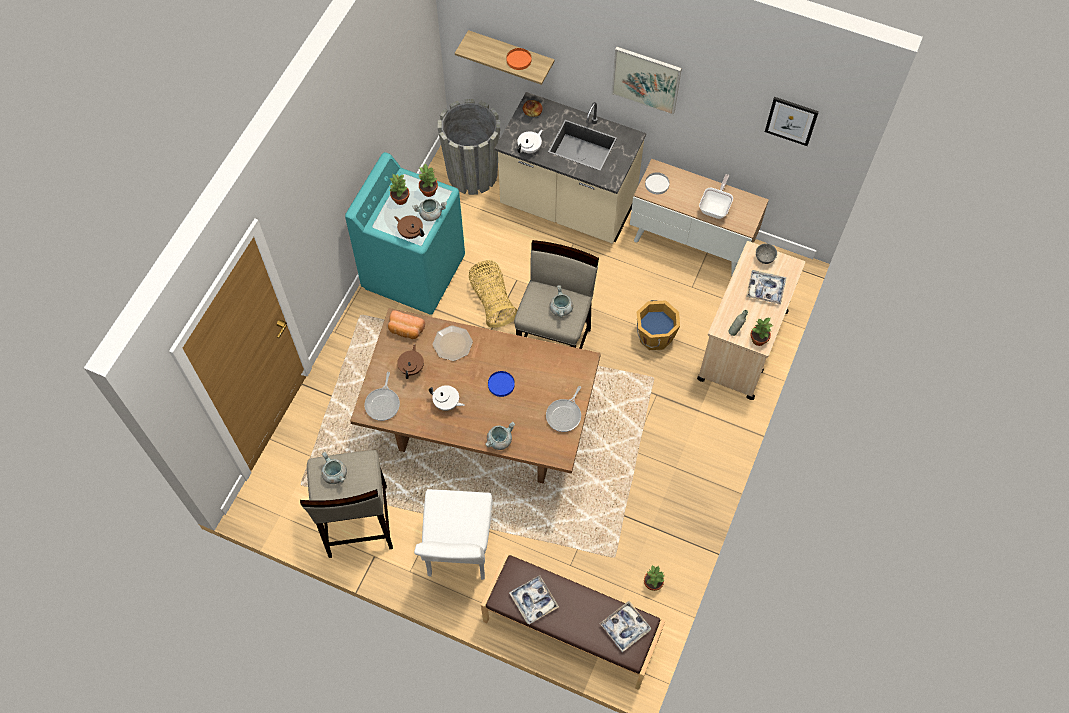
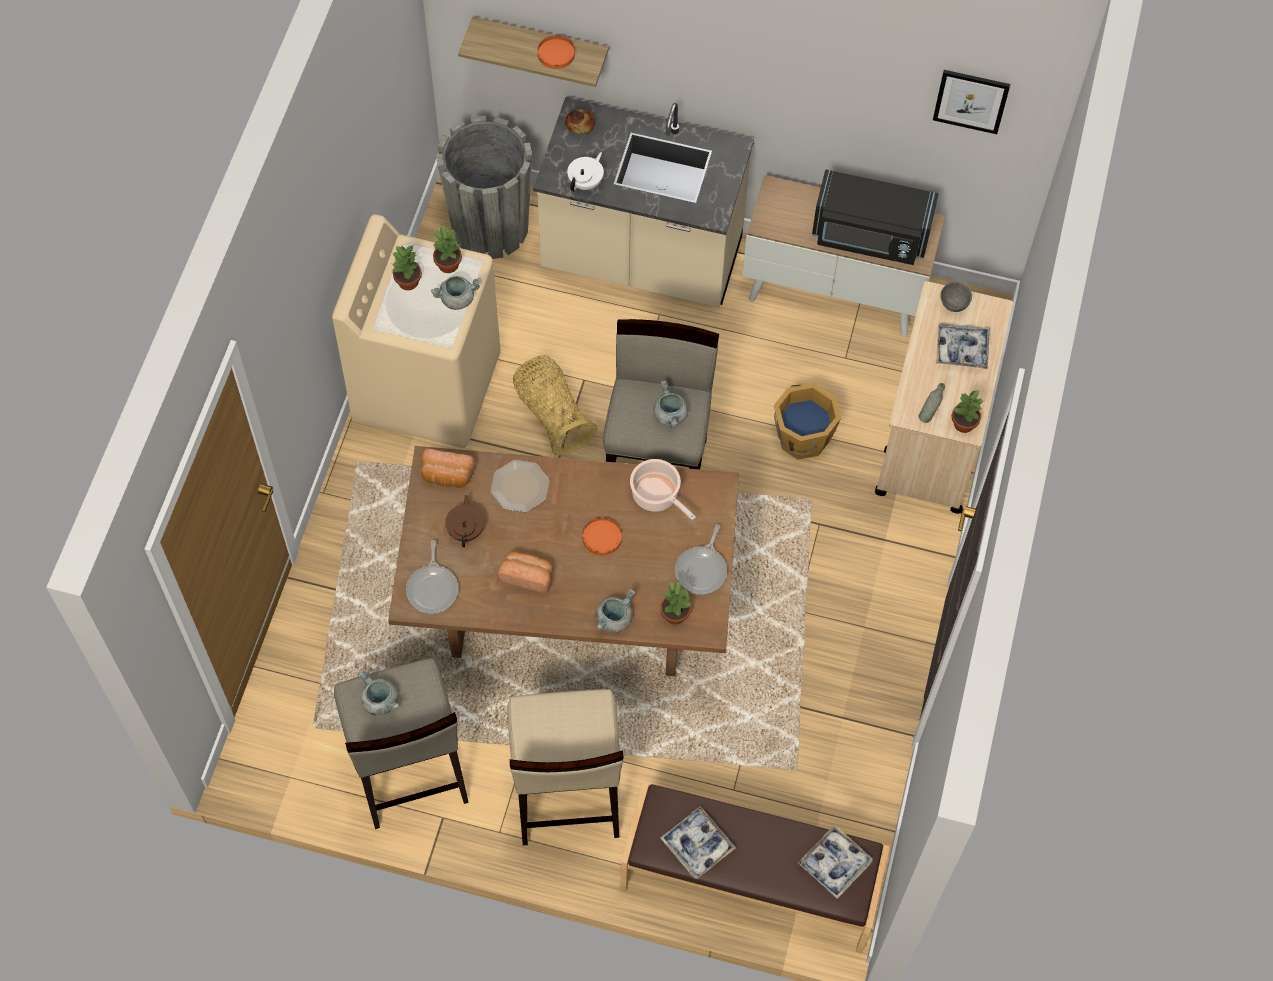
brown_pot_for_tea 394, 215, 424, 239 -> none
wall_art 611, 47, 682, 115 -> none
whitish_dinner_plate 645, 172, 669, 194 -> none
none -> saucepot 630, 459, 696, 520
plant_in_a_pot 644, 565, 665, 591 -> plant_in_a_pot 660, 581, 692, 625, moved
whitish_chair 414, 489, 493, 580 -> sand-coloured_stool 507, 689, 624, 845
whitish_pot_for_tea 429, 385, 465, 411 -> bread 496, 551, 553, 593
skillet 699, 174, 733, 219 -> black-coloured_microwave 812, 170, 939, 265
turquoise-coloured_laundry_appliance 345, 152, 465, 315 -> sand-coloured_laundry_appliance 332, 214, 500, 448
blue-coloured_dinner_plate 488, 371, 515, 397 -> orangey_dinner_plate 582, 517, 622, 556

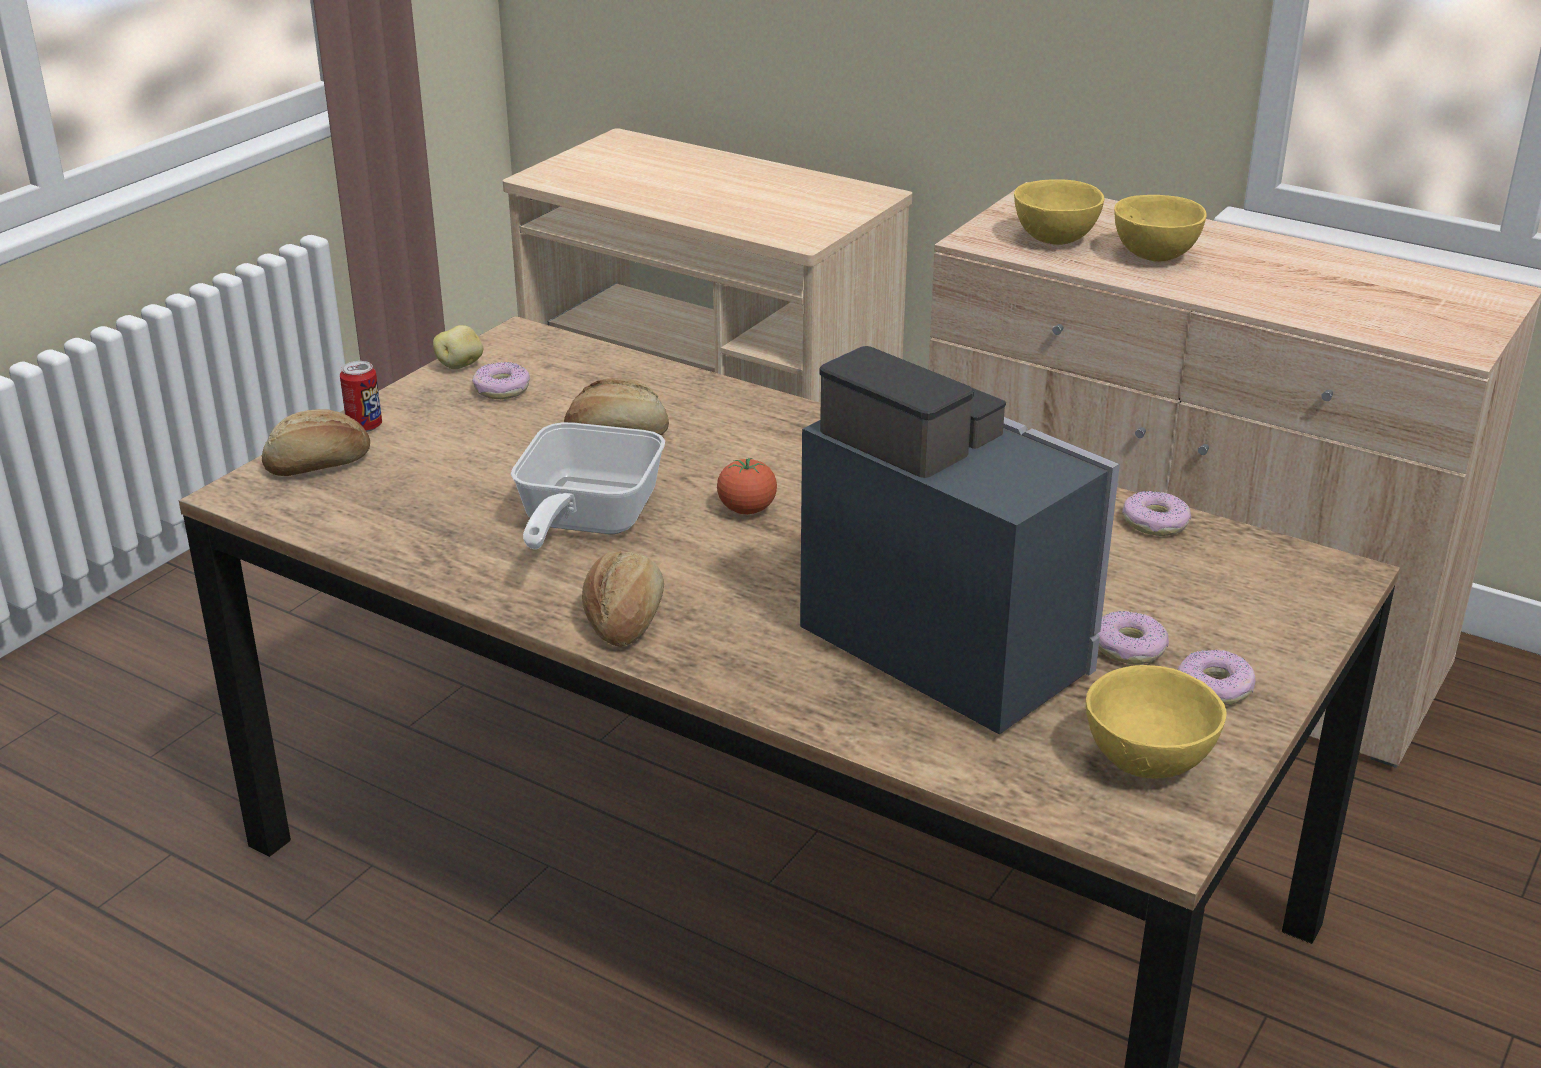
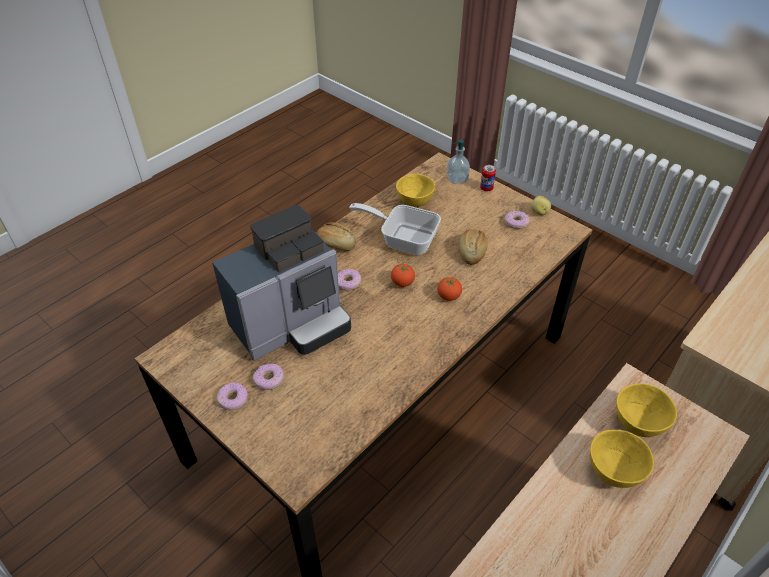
none -> whole_tomato 437, 277, 462, 301
yellowish_deep_dish 1085, 665, 1227, 779 -> yellowish_deep_dish 396, 174, 435, 207, moved
ring_doughnut 1122, 491, 1191, 536 -> ring_doughnut 338, 269, 361, 291, moved
bread 262, 409, 370, 476 -> soap_dispenser 447, 139, 470, 184

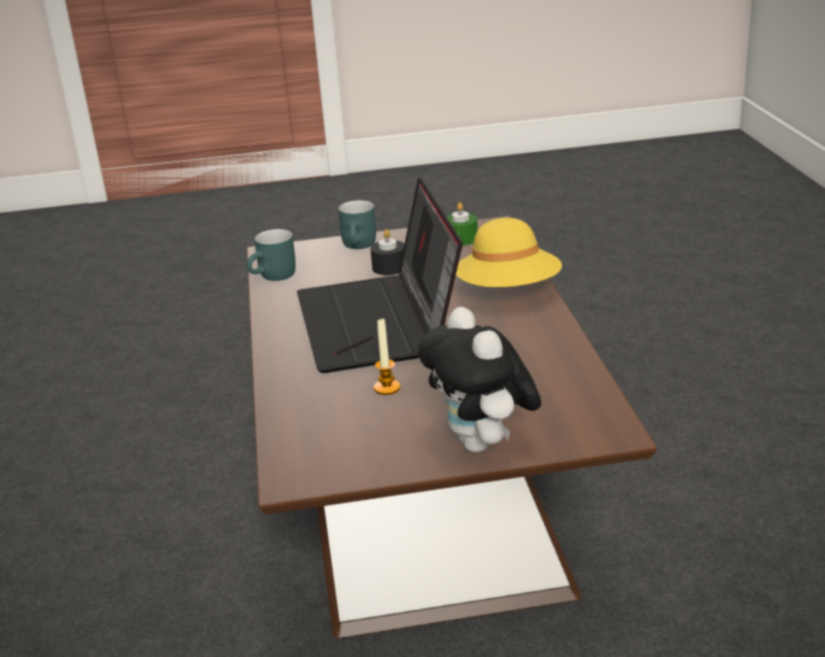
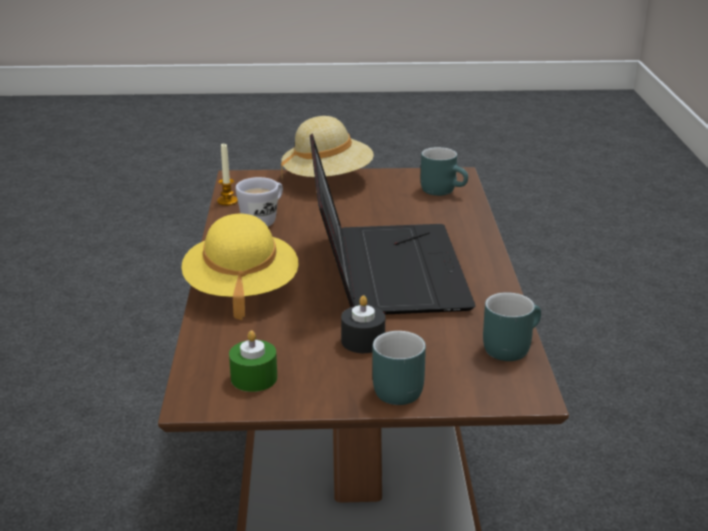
none -> whitish_mug 235, 177, 283, 227
none -> turquoise-coloured_mug 421, 147, 468, 196
wax_light 374, 319, 400, 395 -> wax_light 217, 144, 238, 206, moved
cuddly_toy 418, 307, 541, 453 -> sand-coloured_clothing_hat 281, 116, 374, 177

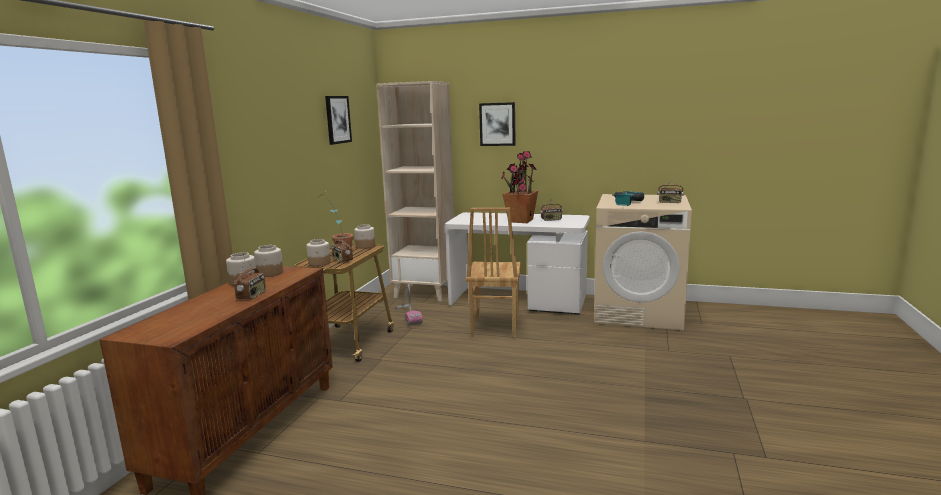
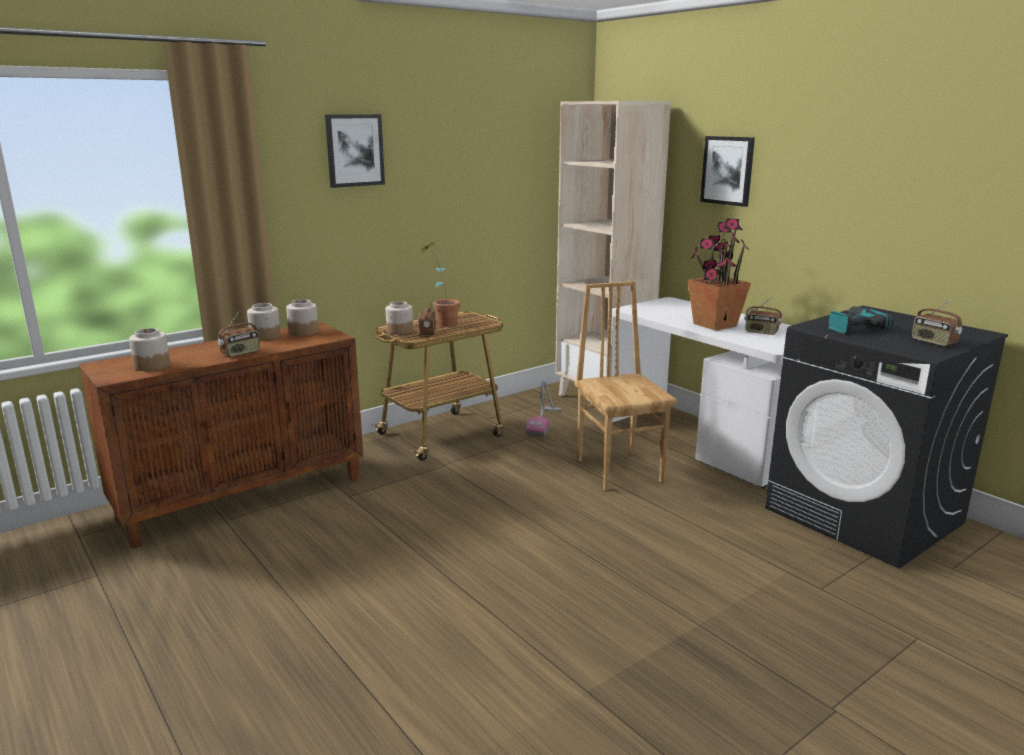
wall_art 325, 96, 352, 145 -> wall_art 325, 114, 385, 188, moved
storage_jar 354, 224, 375, 249 -> storage_jar 129, 328, 170, 371, moved
sand-coloured_laundry_appliance 594, 194, 692, 330 -> black-coloured_laundry_appliance 765, 306, 1008, 568
brown_chair 466, 208, 521, 338 -> brown_chair 575, 281, 677, 491, 120 degrees clockwise

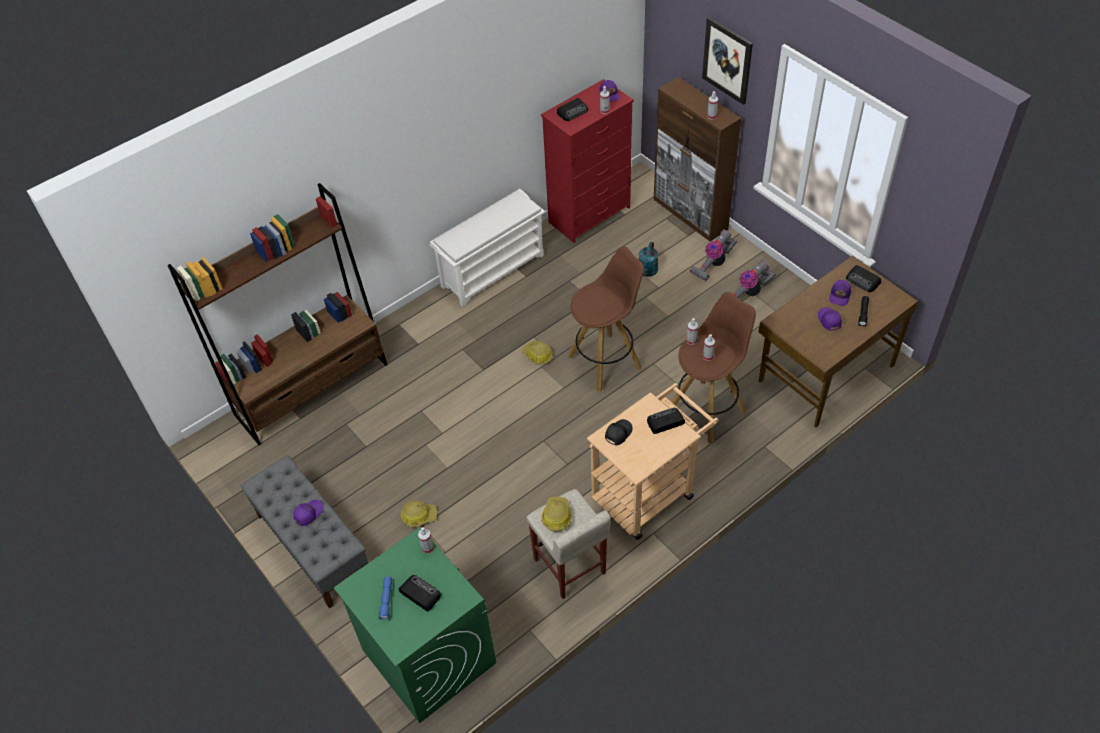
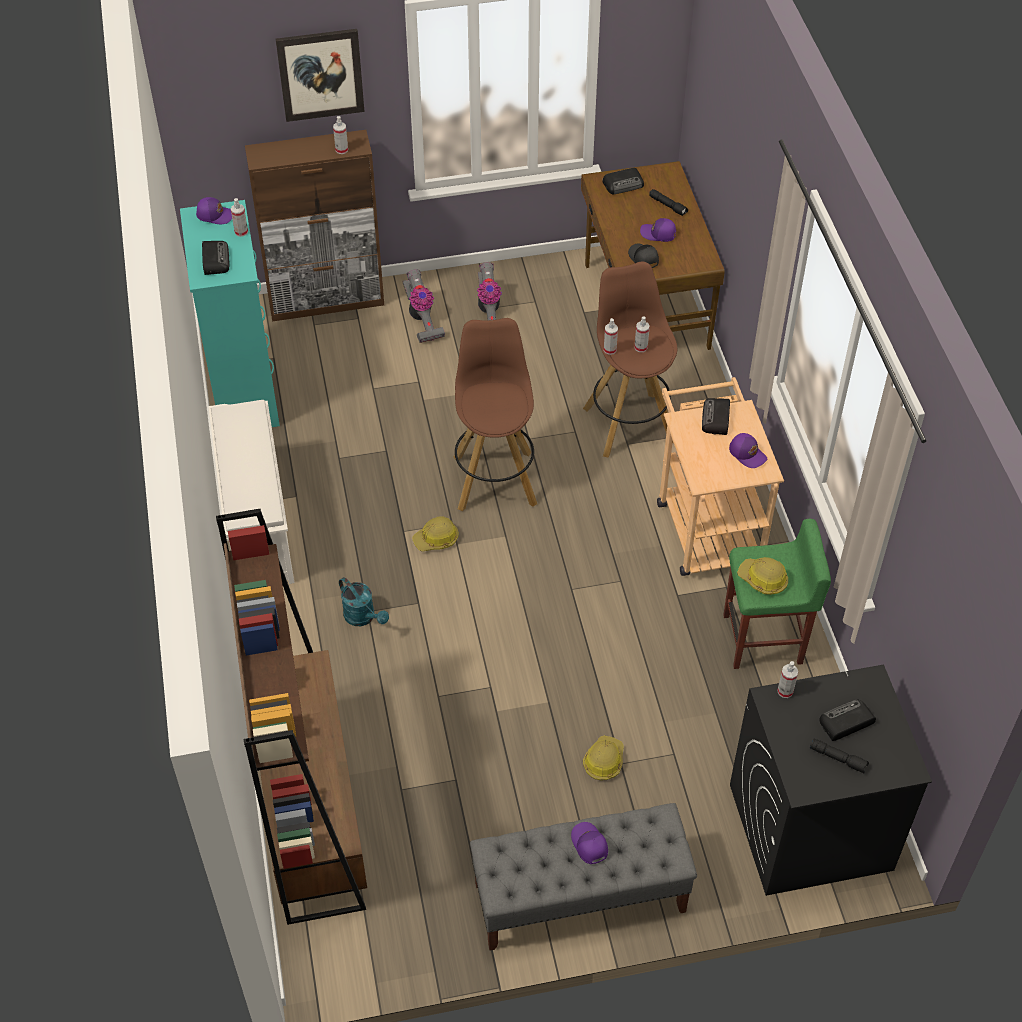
black-coloured_peaked_cap 605, 419, 633, 445 -> black-coloured_peaked_cap 628, 244, 659, 268, moved
turquoise-coloured_watering_can 639, 242, 658, 277 -> turquoise-coloured_watering_can 339, 577, 389, 626, moved
purple_peaked_cap 830, 280, 851, 306 -> purple_peaked_cap 729, 433, 767, 468, moved
green-coloured_laundry_appliance 334, 527, 496, 723 -> black-coloured_laundry_appliance 730, 664, 932, 896
blue-coloured_torch 379, 576, 392, 620 -> black-coloured_torch 810, 738, 869, 773
sand-coloured_stool 526, 489, 611, 599 -> green-coloured_stool 723, 519, 831, 669
reddish_dresser 541, 79, 634, 243 -> turquoise-coloured_dresser 180, 200, 280, 427

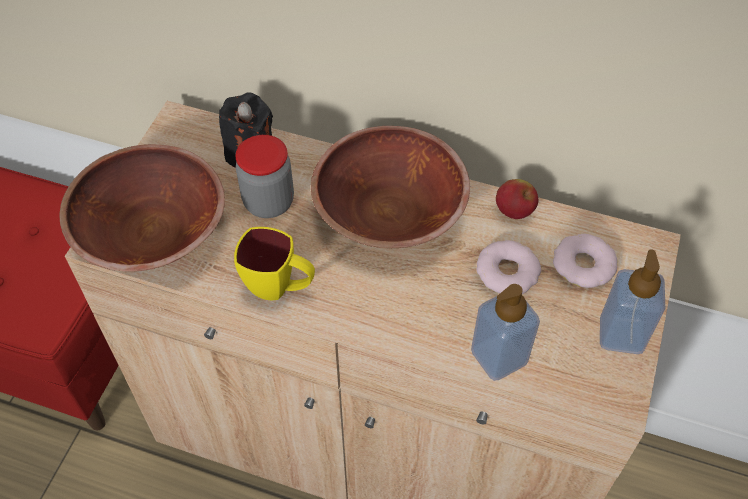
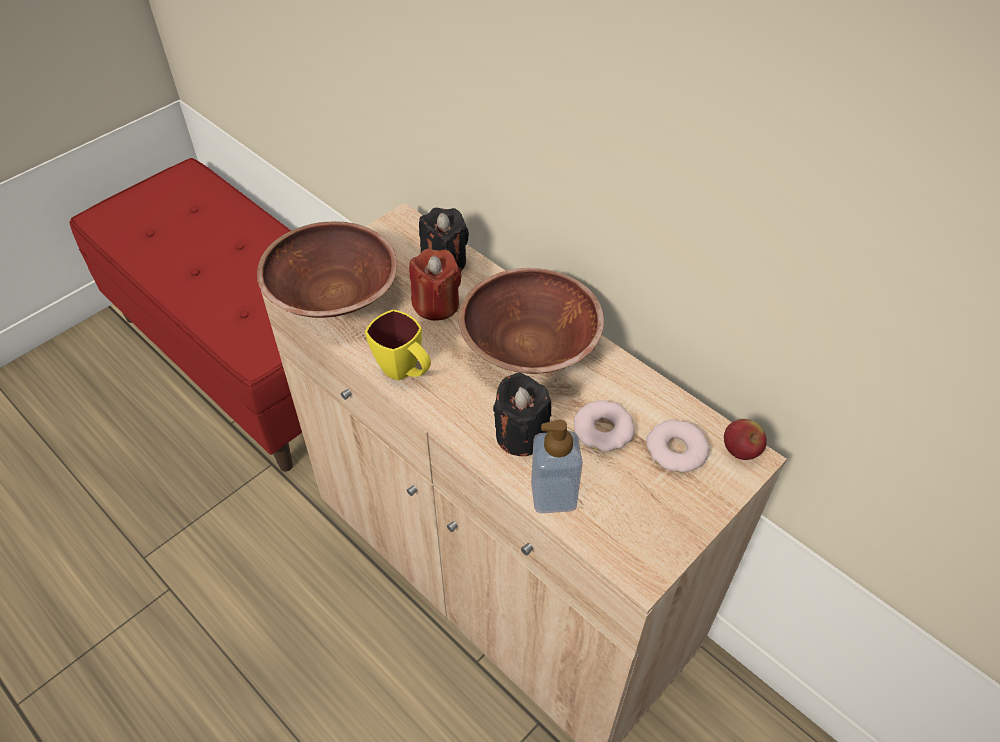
soap_dispenser 600, 250, 665, 354 -> none
none -> black-coloured_wax_light 493, 372, 551, 456
whole_apple 496, 179, 538, 219 -> whole_apple 724, 419, 767, 460, moved
storage_jar 235, 135, 294, 218 -> reddish_wax_light 409, 249, 462, 321

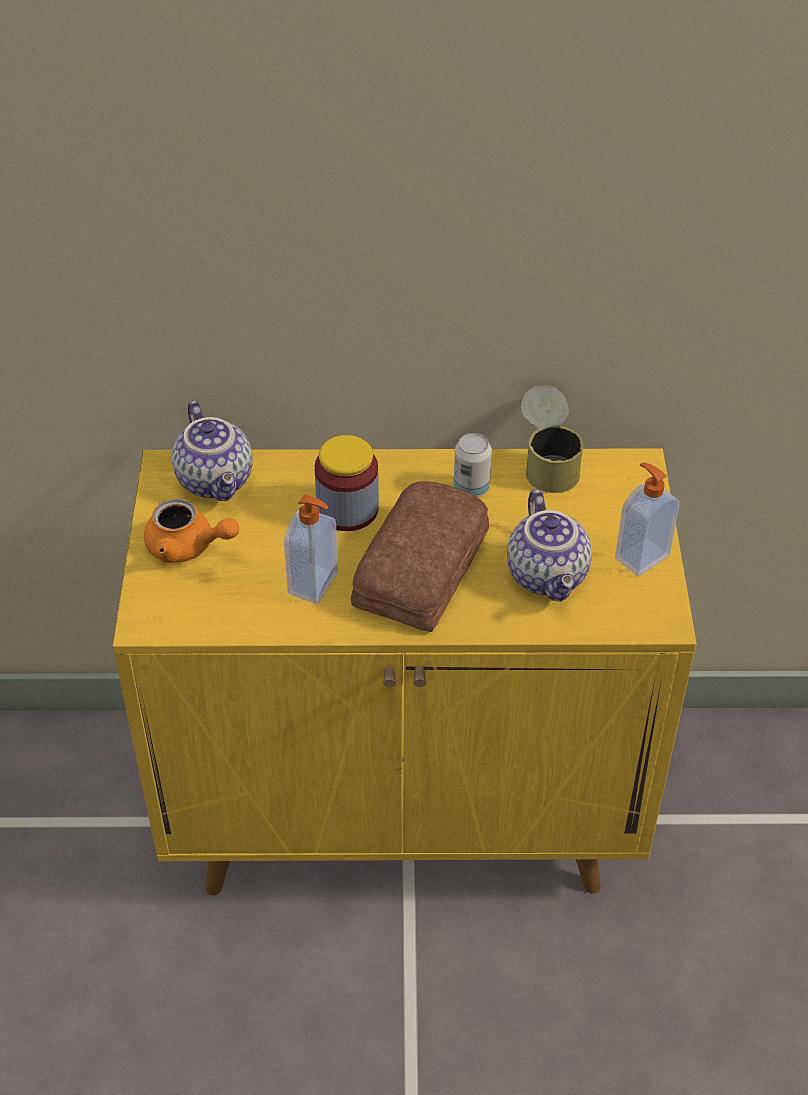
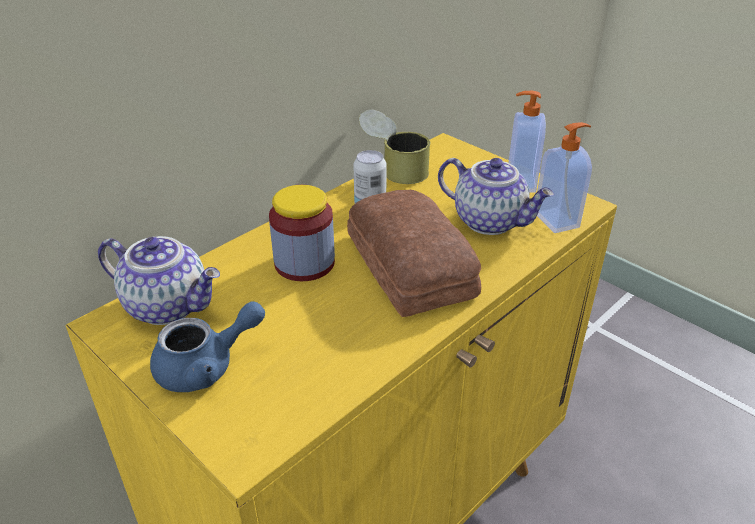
soap_dispenser 284, 495, 338, 604 -> soap_dispenser 537, 122, 592, 233, moved
orangey_pot_for_tea 144, 499, 239, 563 -> blue-coloured_pot_for_tea 150, 301, 265, 392

